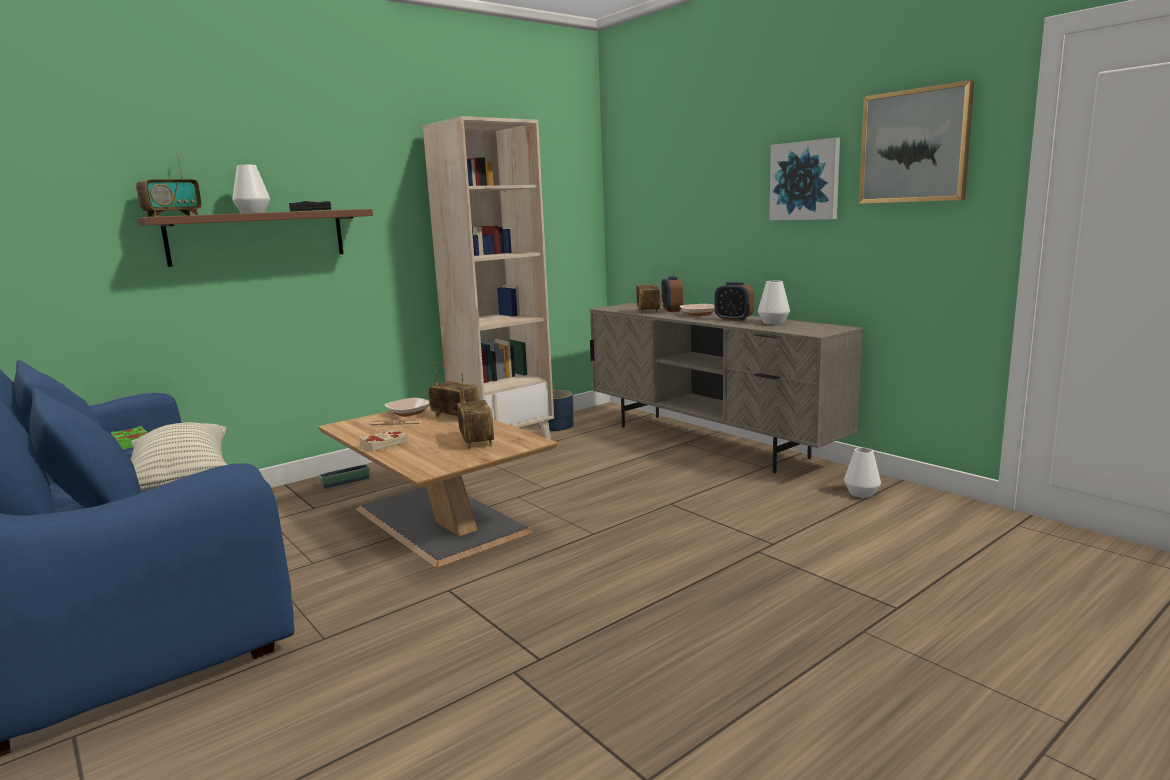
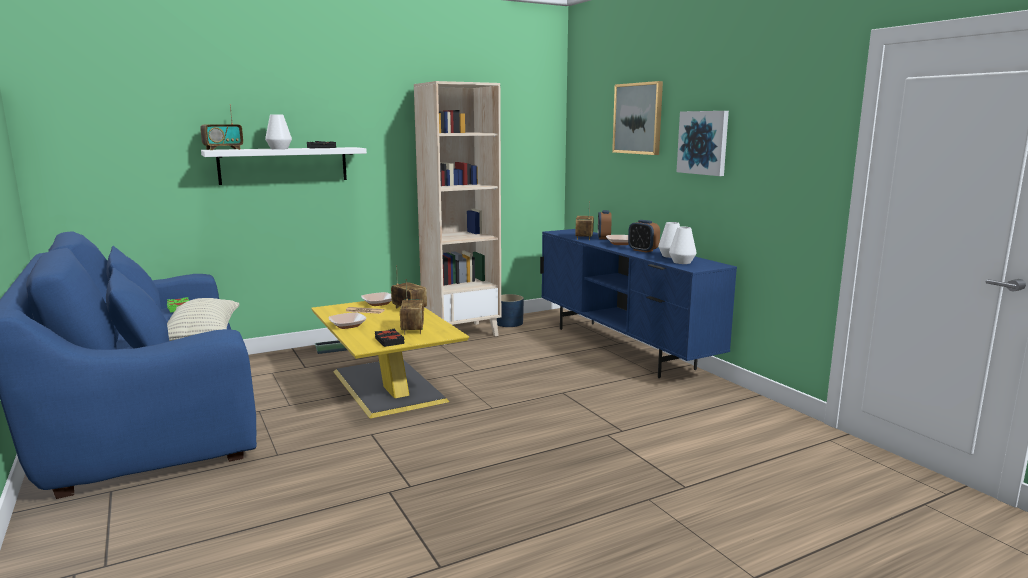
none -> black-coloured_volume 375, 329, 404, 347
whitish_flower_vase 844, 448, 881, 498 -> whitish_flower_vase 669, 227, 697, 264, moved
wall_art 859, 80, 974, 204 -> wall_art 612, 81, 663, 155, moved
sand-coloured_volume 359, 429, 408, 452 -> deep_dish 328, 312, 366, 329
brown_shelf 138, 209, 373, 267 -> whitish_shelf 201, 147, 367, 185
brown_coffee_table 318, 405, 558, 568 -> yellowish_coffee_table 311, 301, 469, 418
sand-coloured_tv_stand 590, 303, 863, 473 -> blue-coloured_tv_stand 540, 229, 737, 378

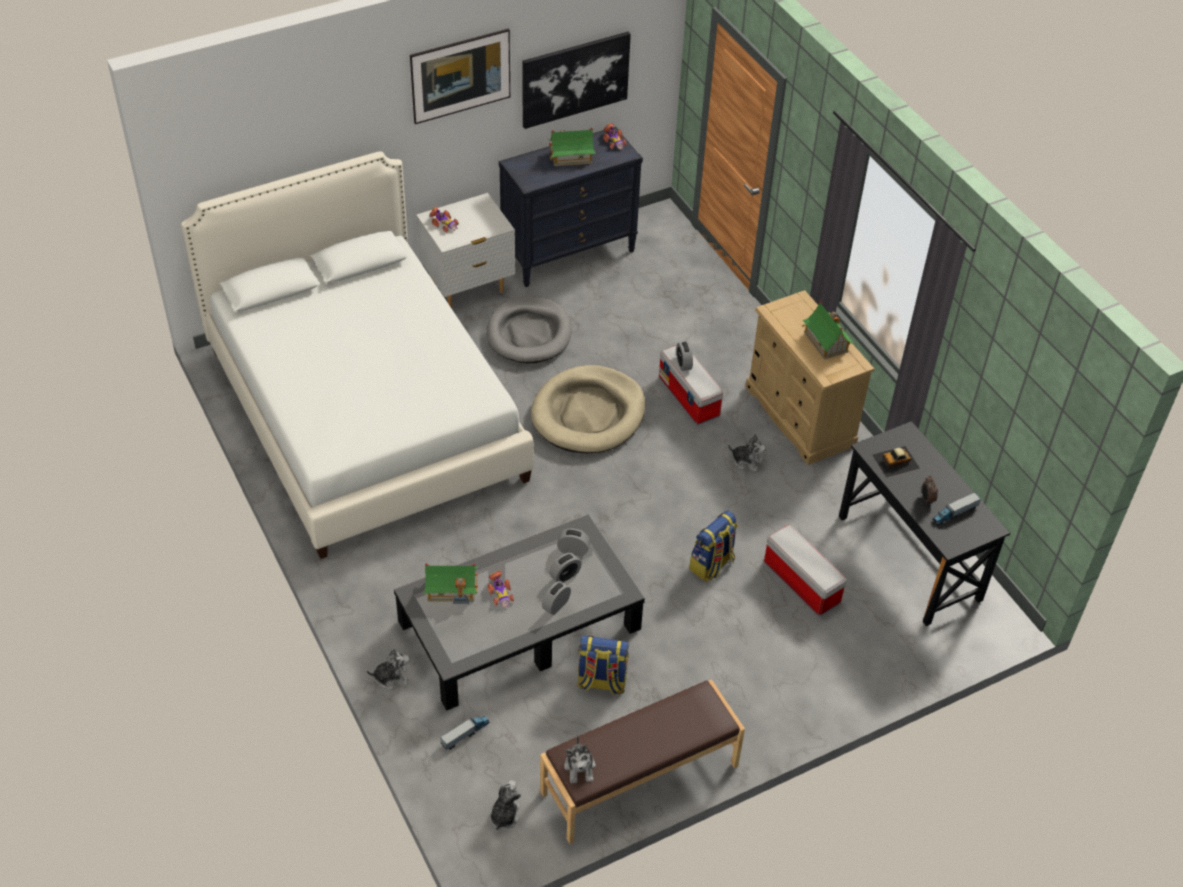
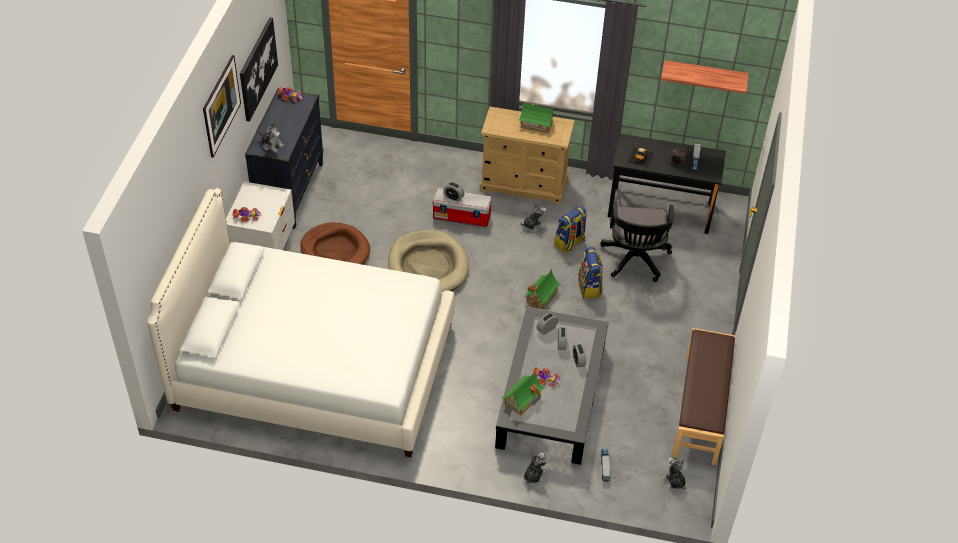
none -> shelf 661, 60, 749, 94
model_house 548, 127, 596, 166 -> model_house 524, 269, 561, 310, moved
cuddly_toy 564, 735, 596, 783 -> cuddly_toy 259, 123, 284, 153, moved
knapsack 577, 635, 629, 695 -> knapsack 554, 206, 587, 253, moved
storage_box 764, 525, 847, 616 -> black-coloured_desk_chair 600, 202, 674, 282
greyish_pet_bed 486, 296, 572, 363 -> brown_pet_bed 300, 222, 370, 265

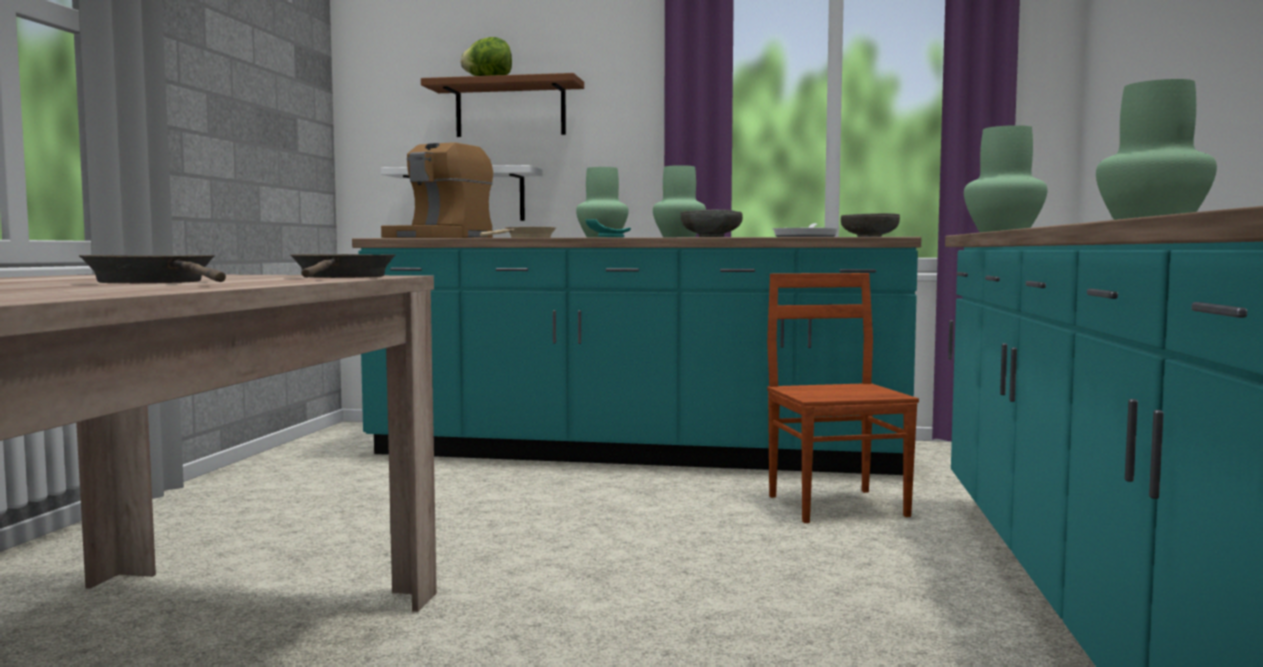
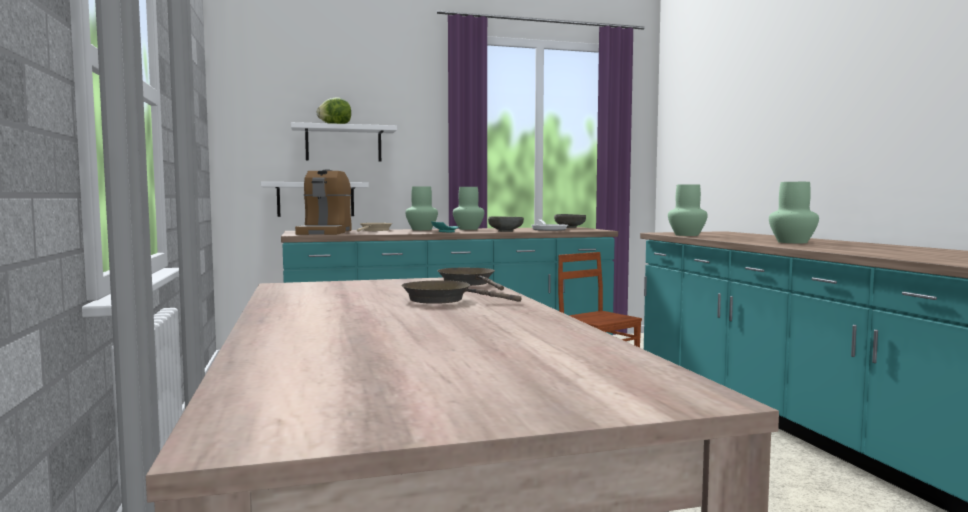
brown_shelf 421, 73, 584, 137 -> whitish_shelf 291, 122, 397, 162

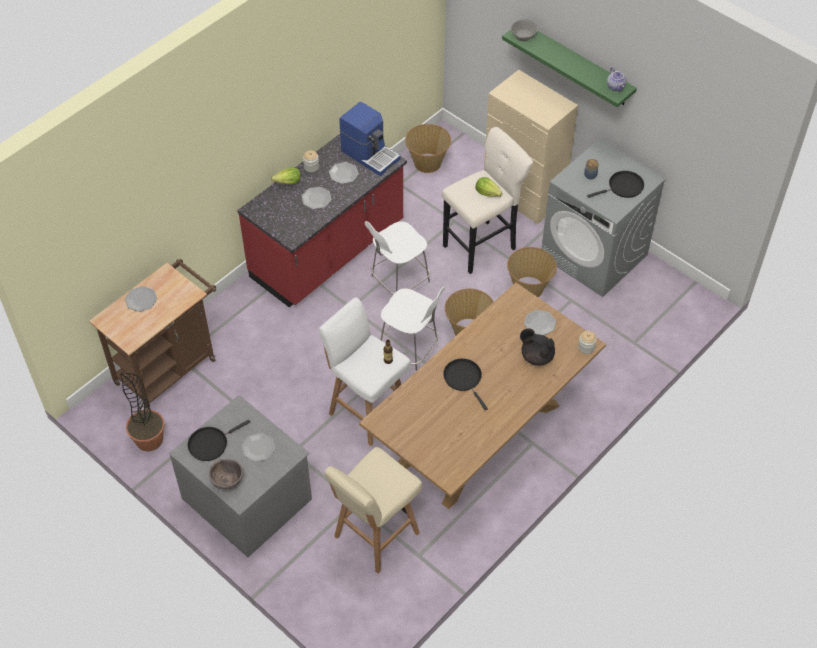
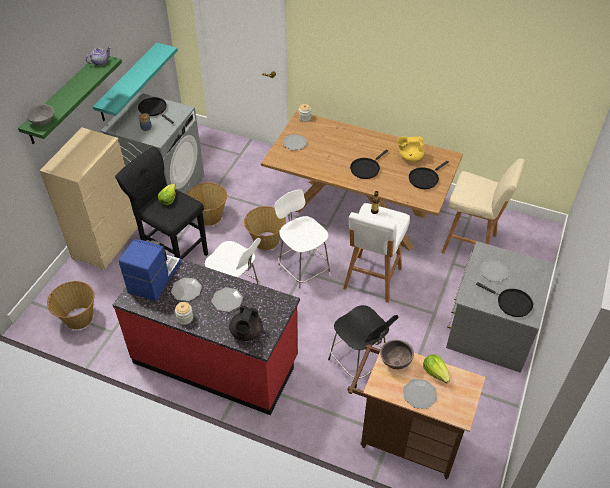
plant_in_a_pot 120, 373, 164, 451 -> none
none -> turquoise-coloured_shelf 93, 43, 178, 121
none -> black-coloured_chair 328, 305, 398, 388
none -> yellowish_pot_for_tea 397, 136, 425, 162
none -> black-coloured_skillet 409, 161, 449, 189
brown_deep_dish 209, 459, 243, 490 -> brown_deep_dish 380, 340, 414, 369, moved
head_of_lettuce 271, 167, 301, 184 -> head_of_lettuce 423, 354, 450, 383, moved
black-coloured_pot_for_tea 520, 329, 555, 366 -> black-coloured_pot_for_tea 229, 306, 263, 341, moved
sand-coloured_stool 442, 127, 533, 274 -> black-coloured_stool 115, 147, 208, 259
whitish_chair 379, 287, 445, 372 -> whitish_chair 274, 189, 331, 292, 45 degrees counterclockwise

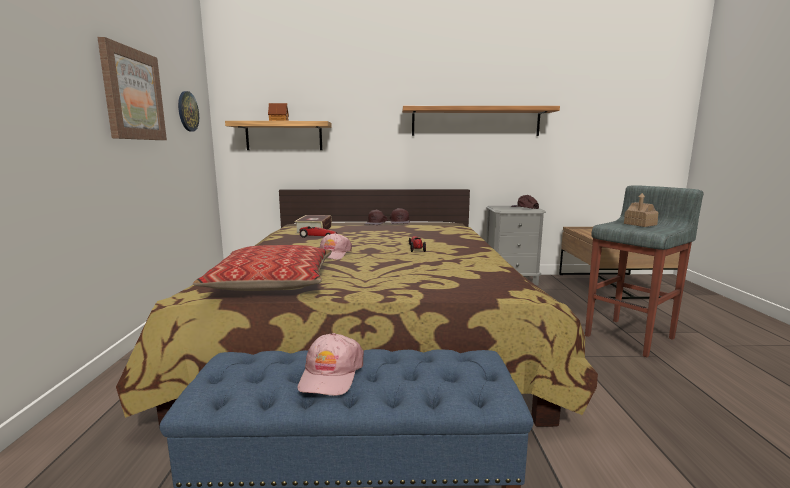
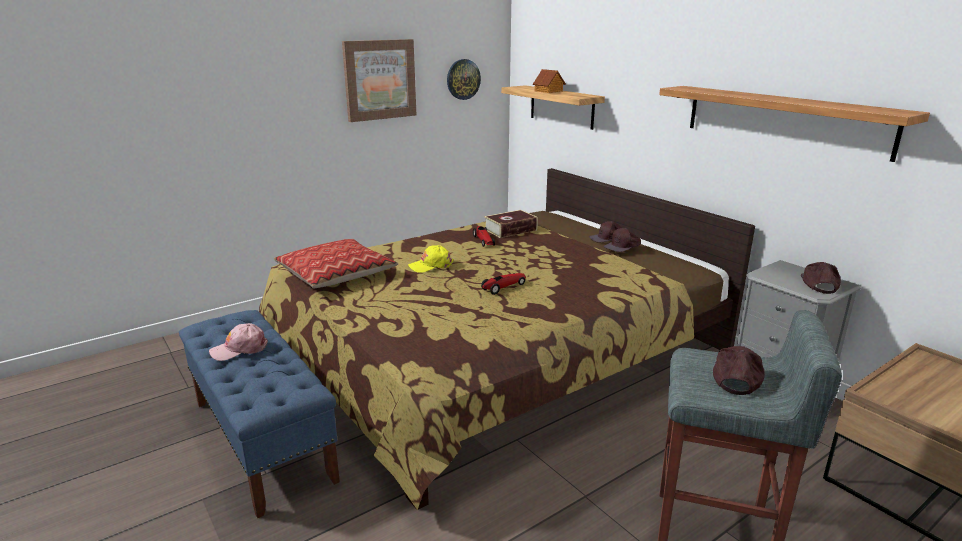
model_house 624, 193, 658, 227 -> brown_peaked_cap 713, 346, 765, 395
pink_peaked_cap 320, 233, 352, 260 -> yellowish_peaked_cap 408, 245, 454, 273

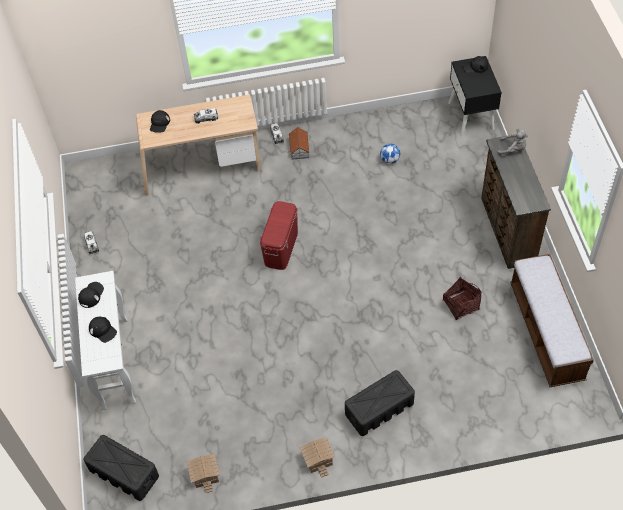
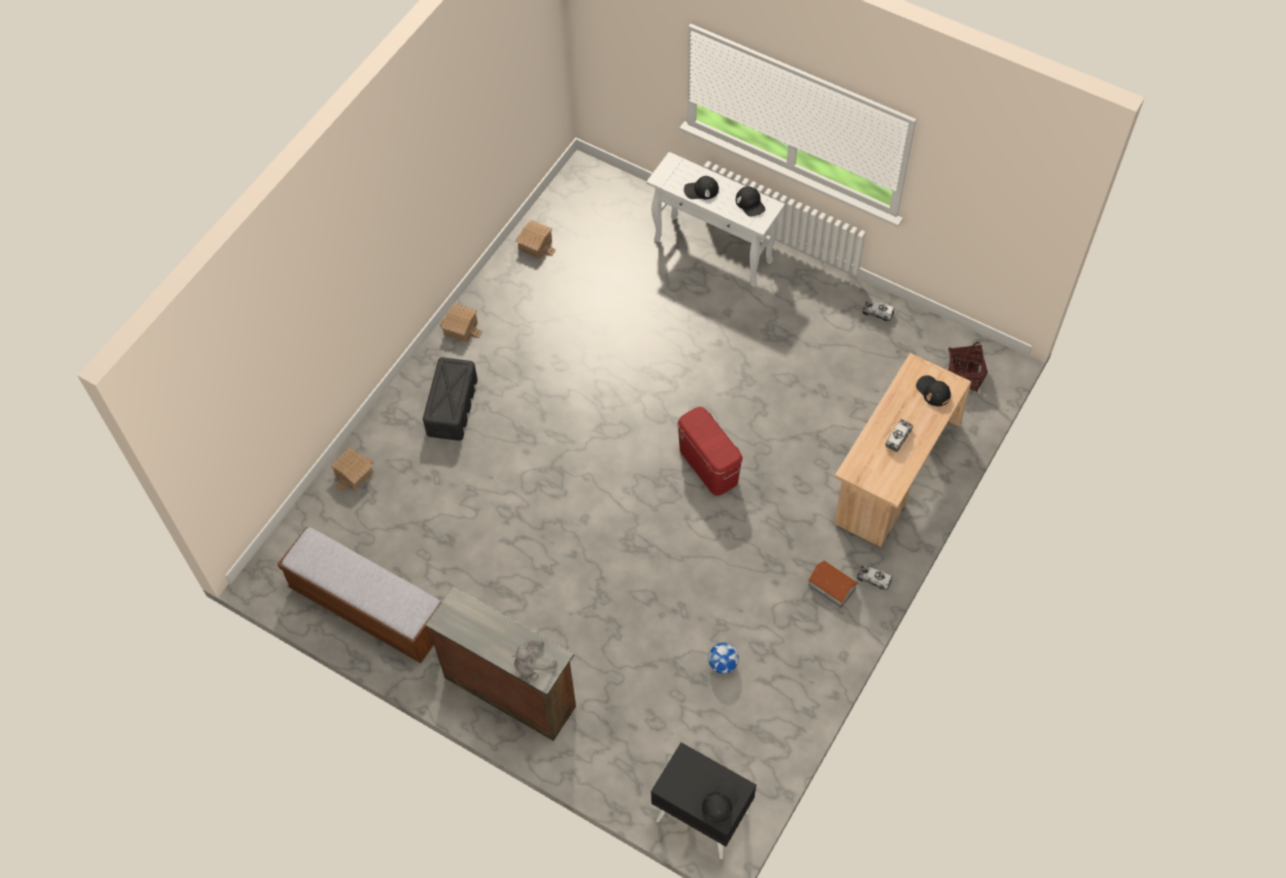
black-coloured_storage_box 83, 435, 159, 501 -> none
none -> model_house 330, 447, 373, 493
basket 443, 277, 482, 320 -> basket 948, 342, 988, 392, moved

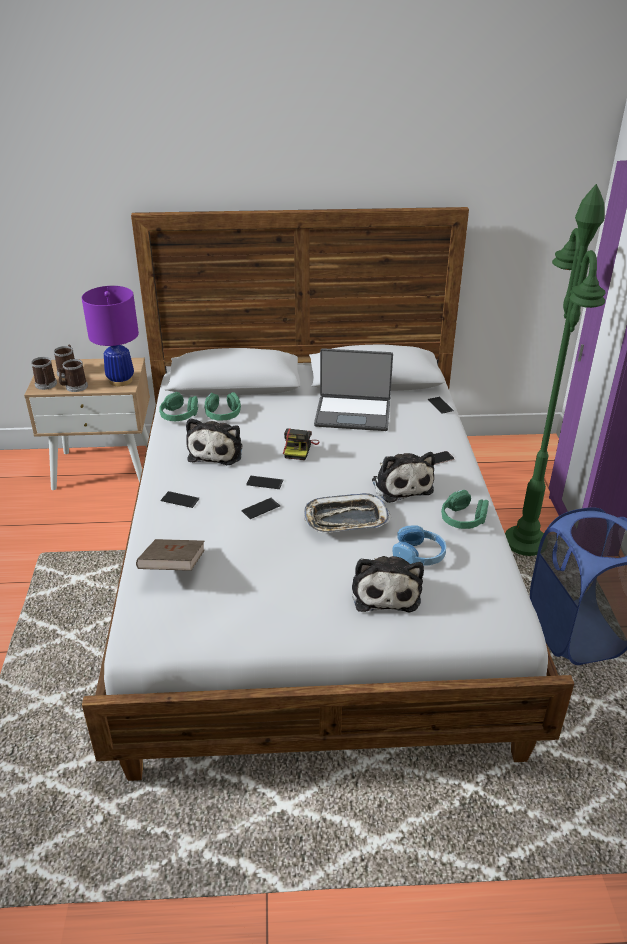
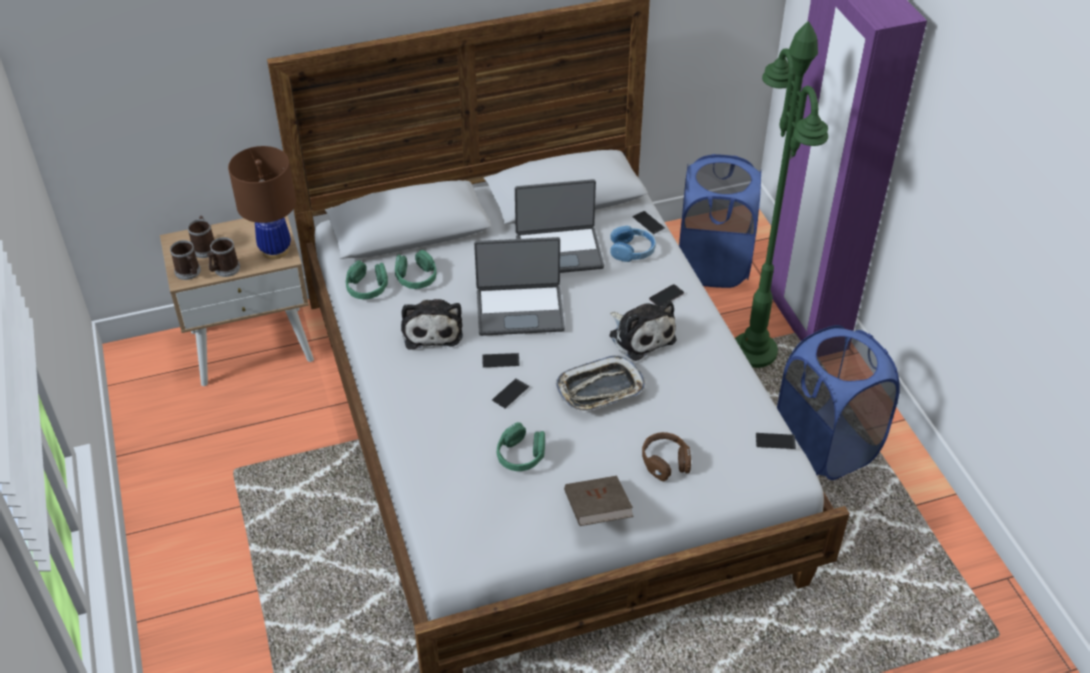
none -> blue-coloured_washing_basket 679, 154, 761, 288
brown_volume 136, 539, 205, 571 -> brown_volume 564, 476, 634, 526, moved
handset 161, 491, 200, 508 -> handset 756, 433, 796, 449, moved
blue-coloured_headset 392, 526, 446, 565 -> blue-coloured_headset 610, 226, 656, 262, moved
green-coloured_headset 441, 490, 489, 529 -> green-coloured_headset 497, 422, 545, 471, moved
still_camera 283, 428, 319, 460 -> notebook_computer 474, 237, 565, 336
cuddly_toy 352, 556, 424, 612 -> brown_headset 642, 432, 691, 482
purple_lamp_for_a_table 82, 286, 139, 386 -> brown_lamp_for_a_table 228, 146, 296, 259

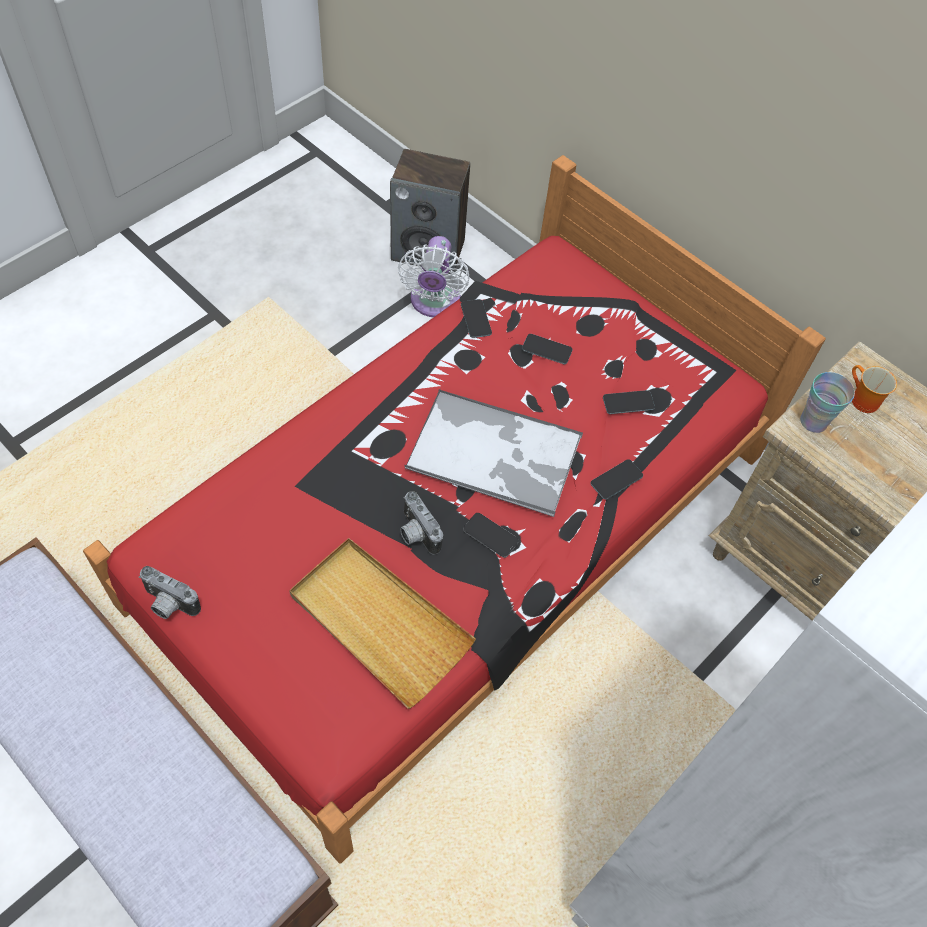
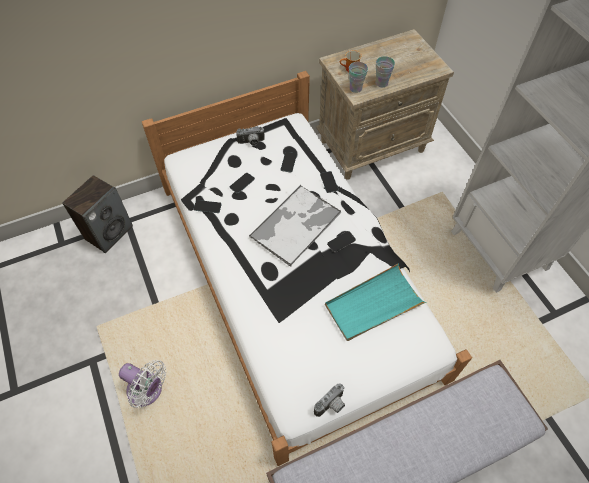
none -> cup 376, 56, 395, 87
whitish_fan 398, 236, 470, 317 -> whitish_fan 119, 360, 166, 408, moved
still_camera 400, 491, 443, 555 -> still_camera 236, 126, 265, 145, moved
reddish_bedroom_bed 83, 155, 826, 864 -> whitish_bedroom_bed 142, 71, 472, 466
sand-coloured_carrying_tray 289, 538, 476, 709 -> turquoise-coloured_carrying_tray 325, 263, 427, 341

